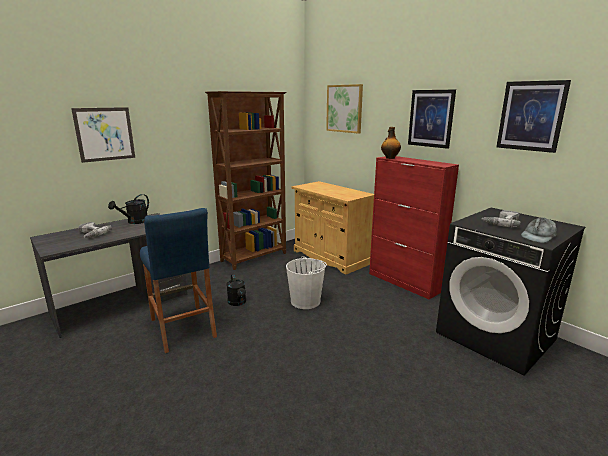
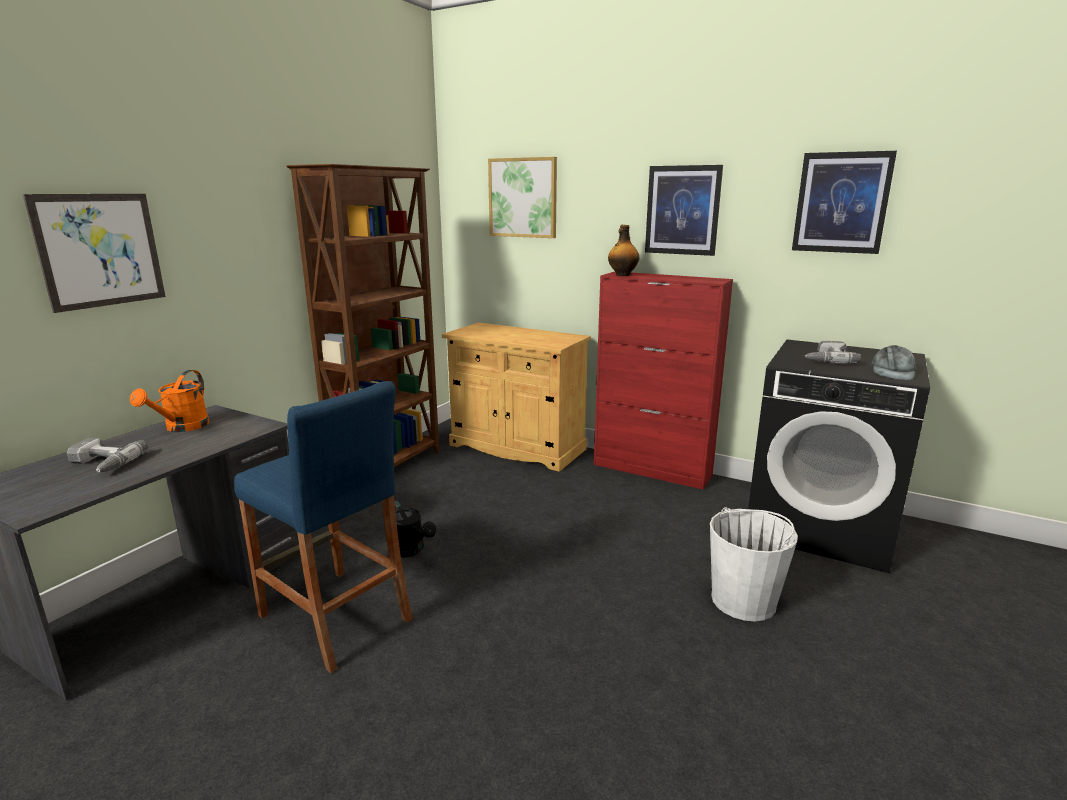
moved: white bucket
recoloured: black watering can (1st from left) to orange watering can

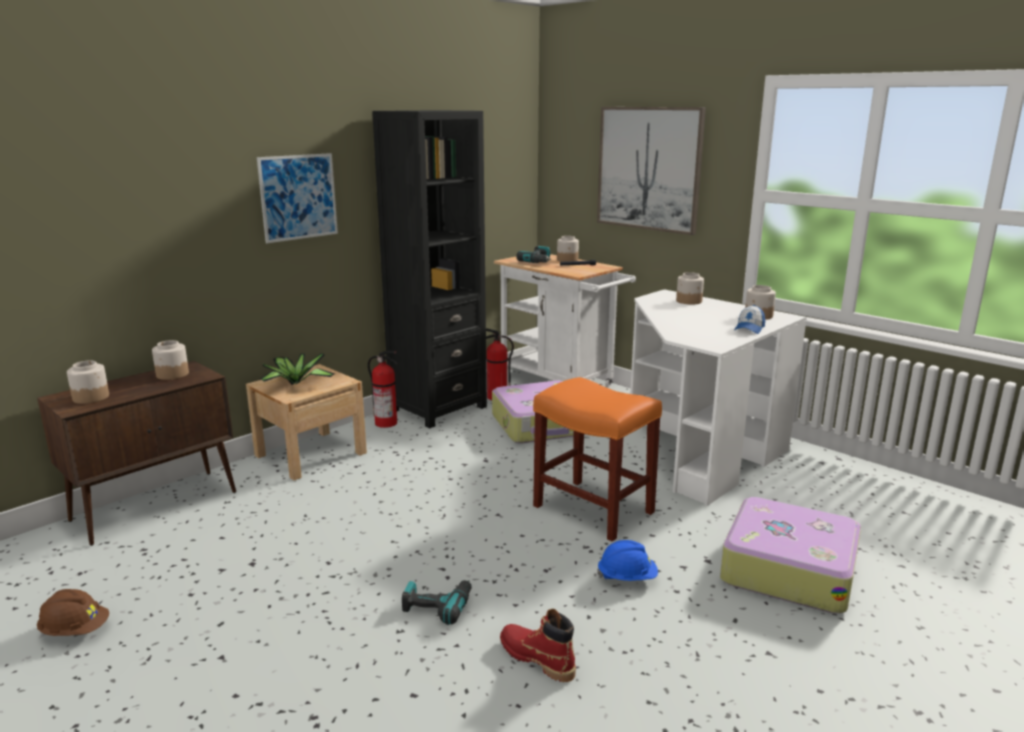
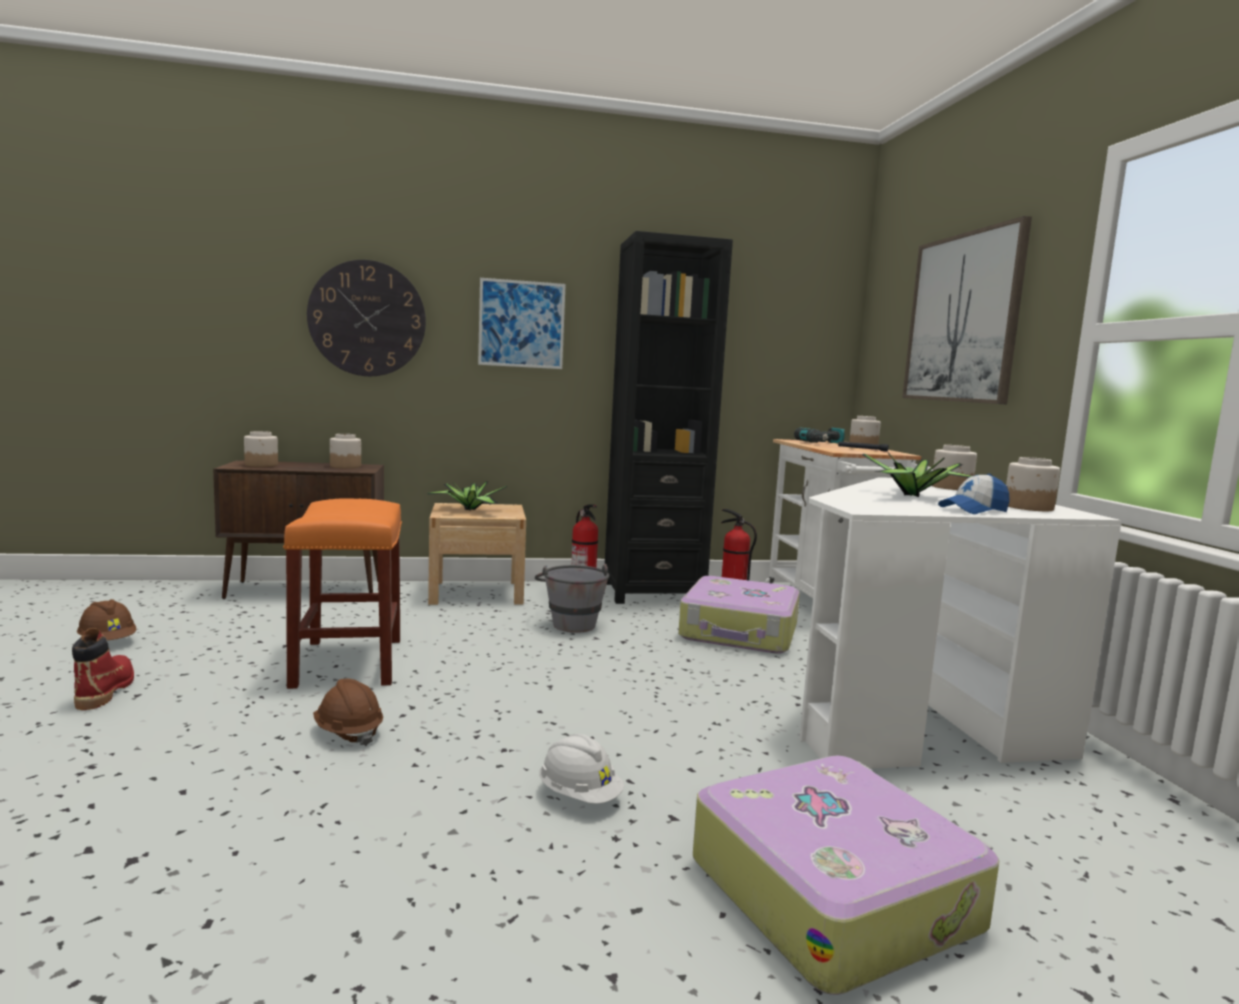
added: wall clock; grey bucket; potted plant (2nd from left)
moved: red boot; orange stool
replaced: power drill (1st from left) to brown hard hat (2nd from left)
recoloured: blue hard hat to white hard hat

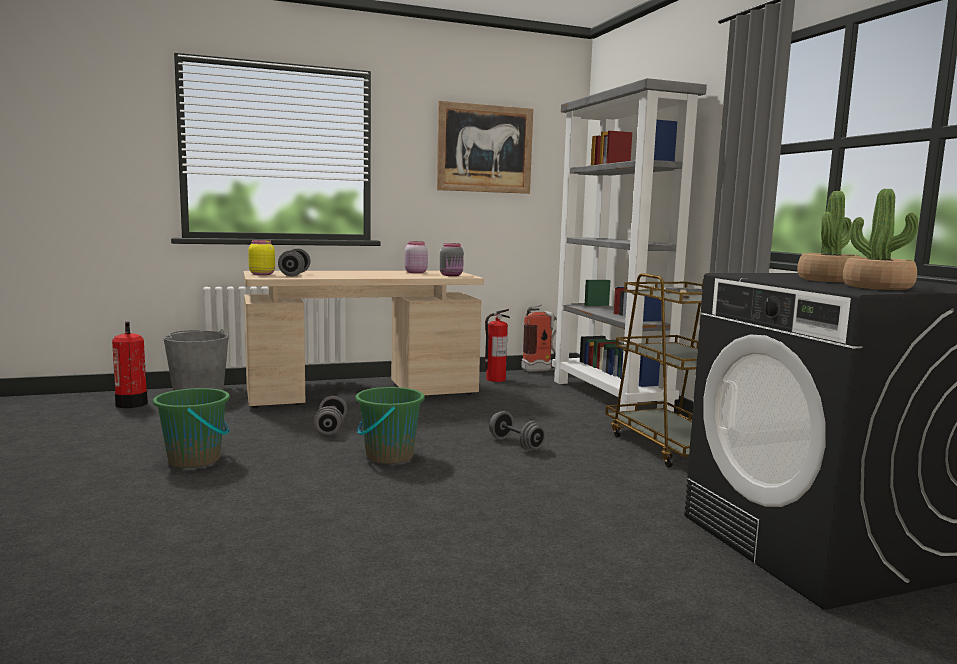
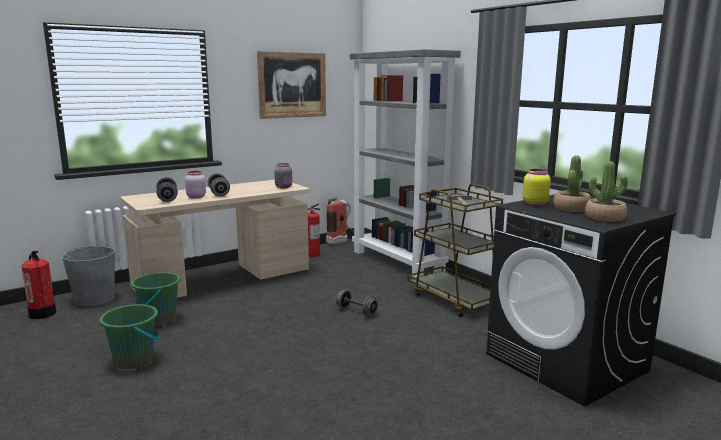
moved: yellow jar; grey dumbbell (2nd from left); green bucket (2nd from left); pink jar

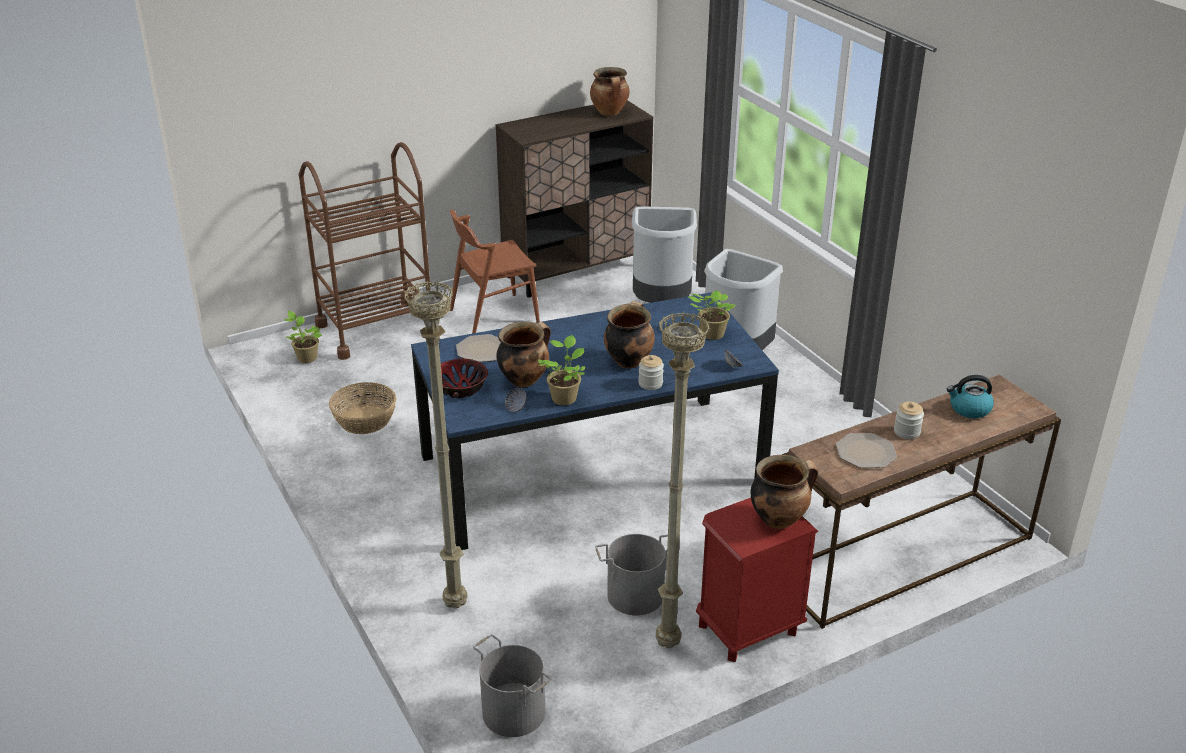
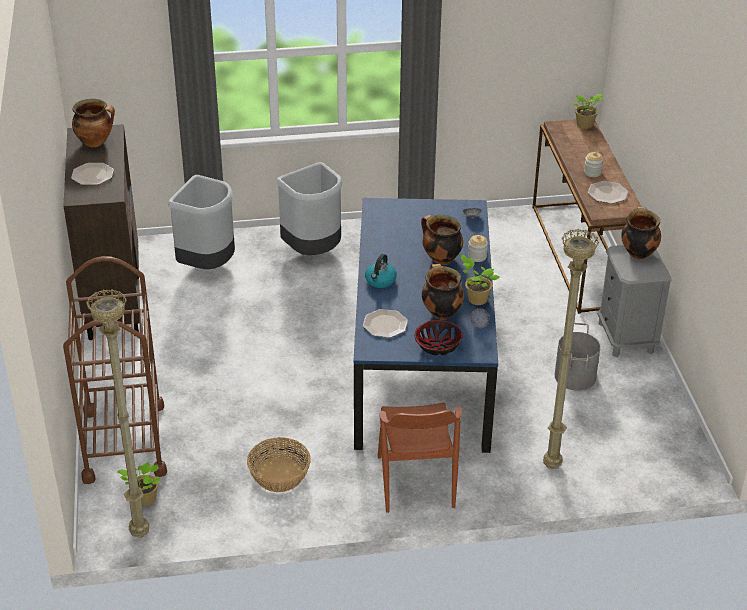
removed: grey bucket (1st from left)
added: plate (1st from left)
moved: brown chair; beige floor lamp (2nd from left in the first image) to beige floor lamp (1st from left); potted plant (3rd from left); kettle
recoloured: red nightstand to grey nightstand

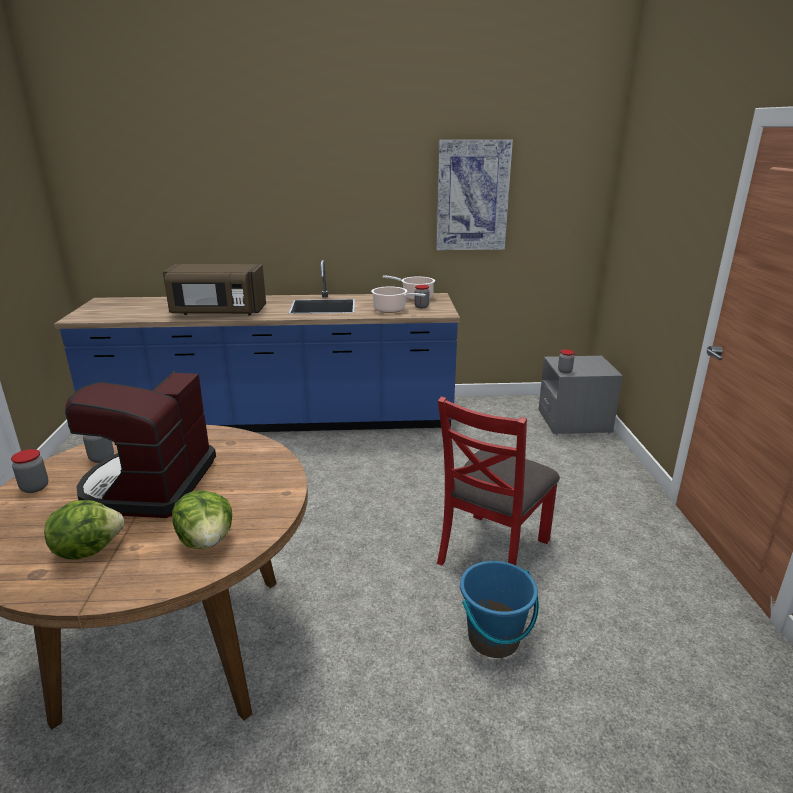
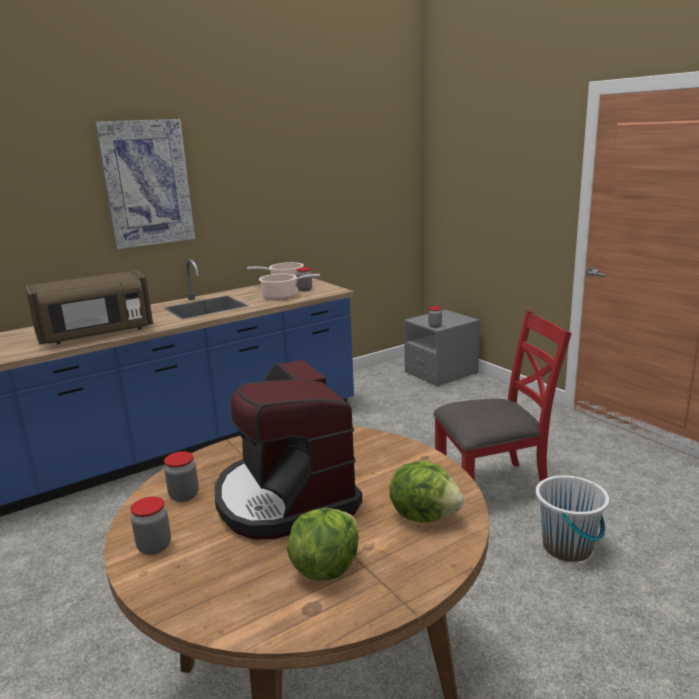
moved: picture
recoloured: blue bucket to white bucket
turned: red chair 105 degrees counterclockwise

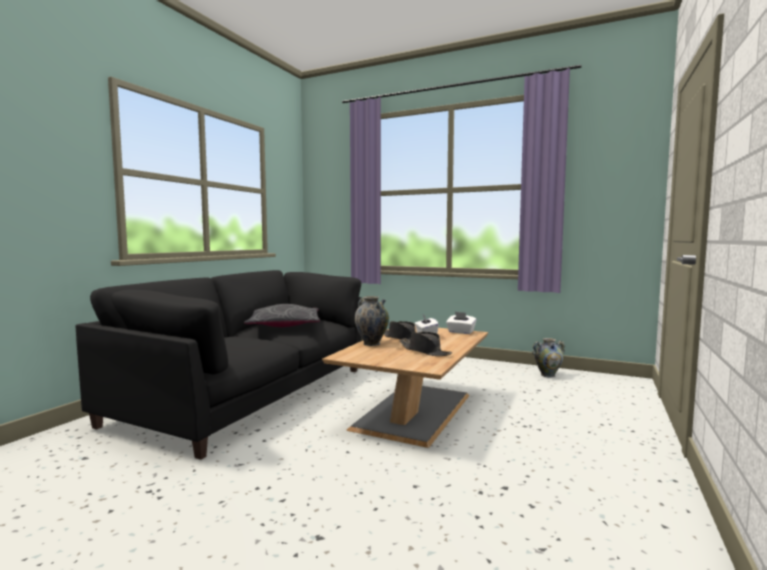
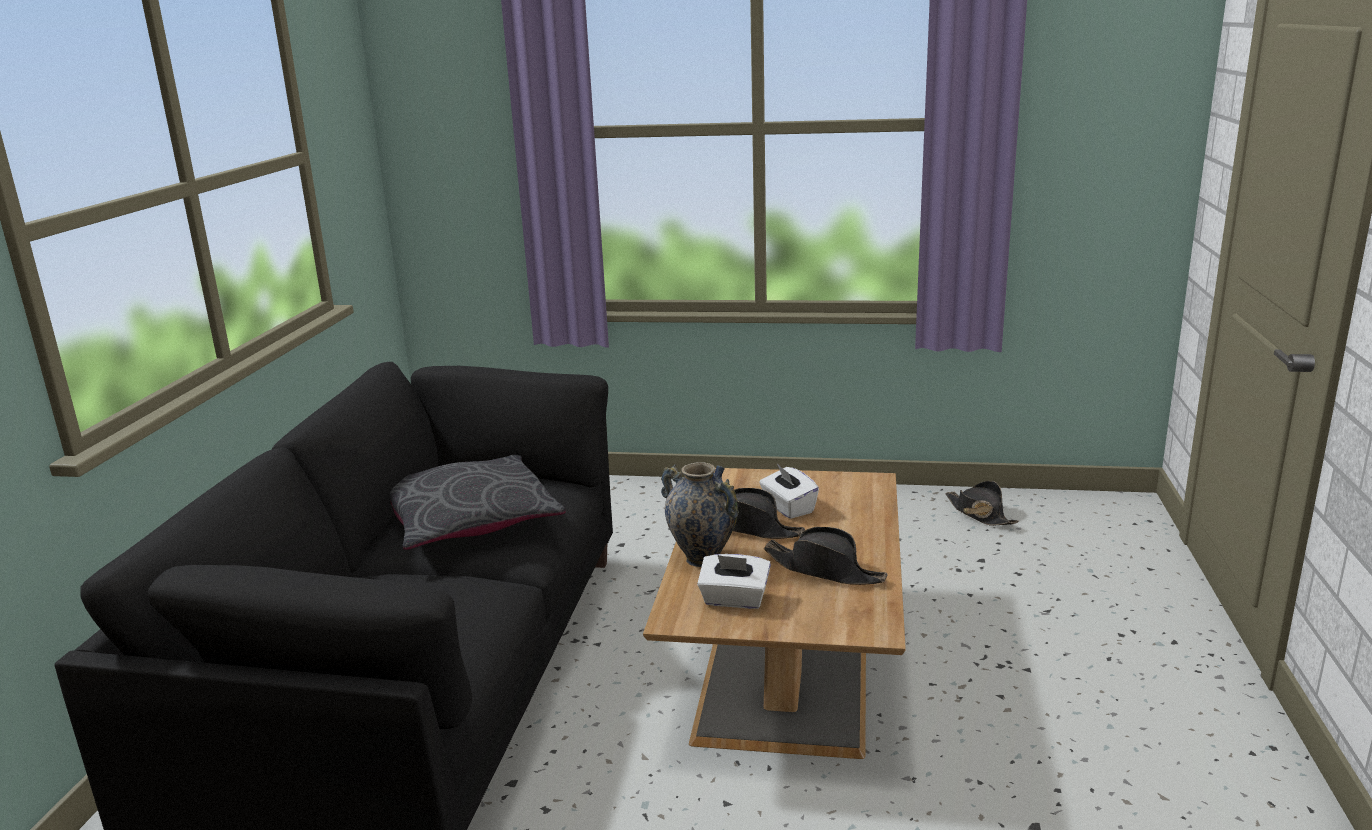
moved: white tissue box (2nd from left in the first image) to white tissue box (1st from left)
replaced: vase (2nd from left) to black hat (3rd from left)

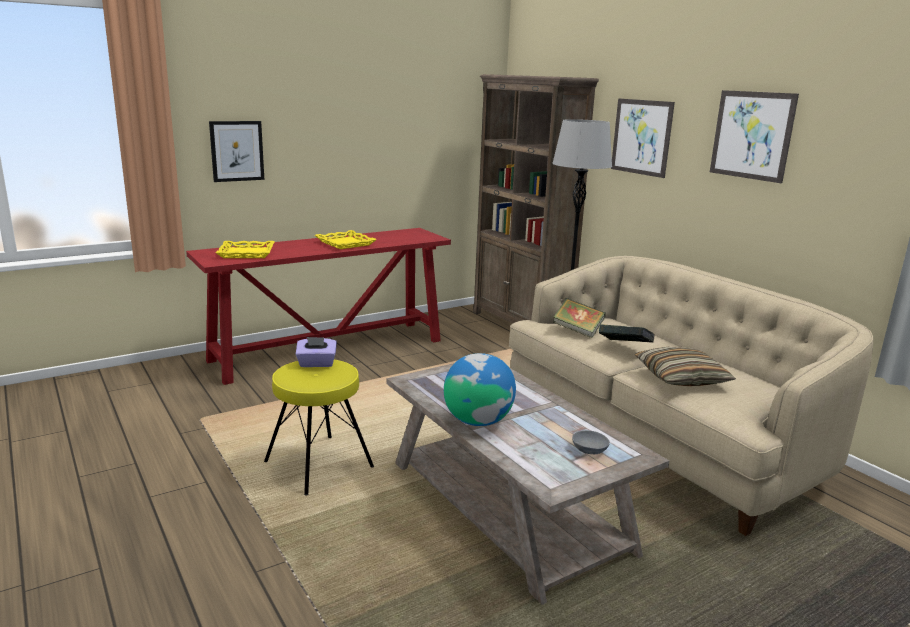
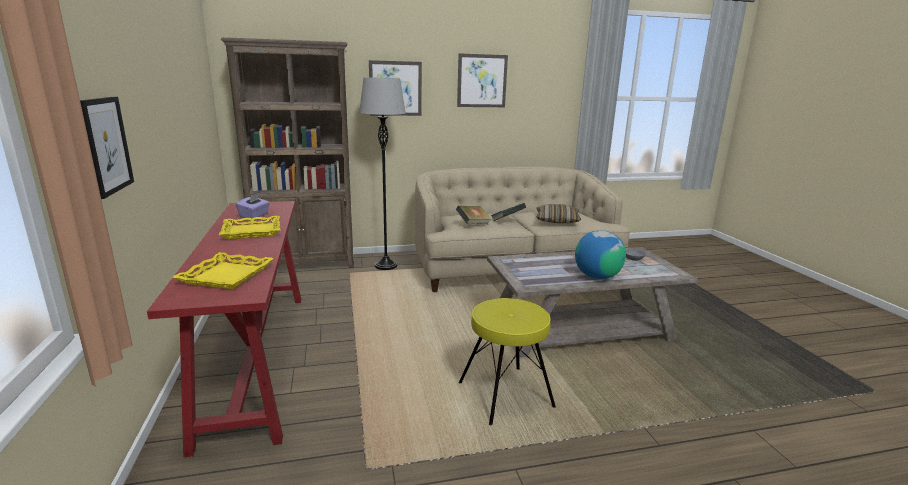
moved: purple tissue box

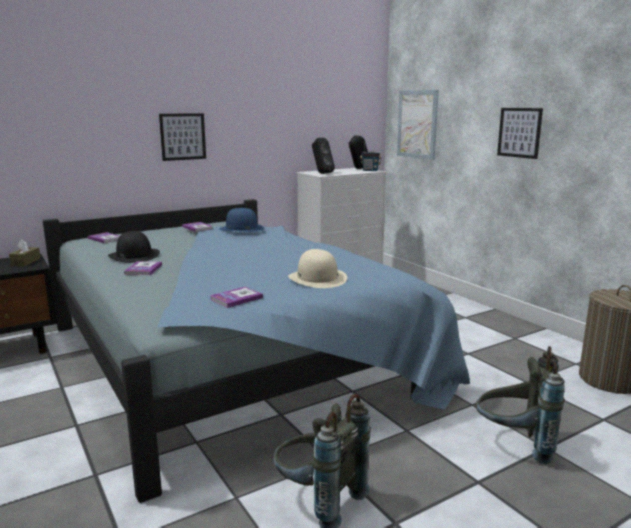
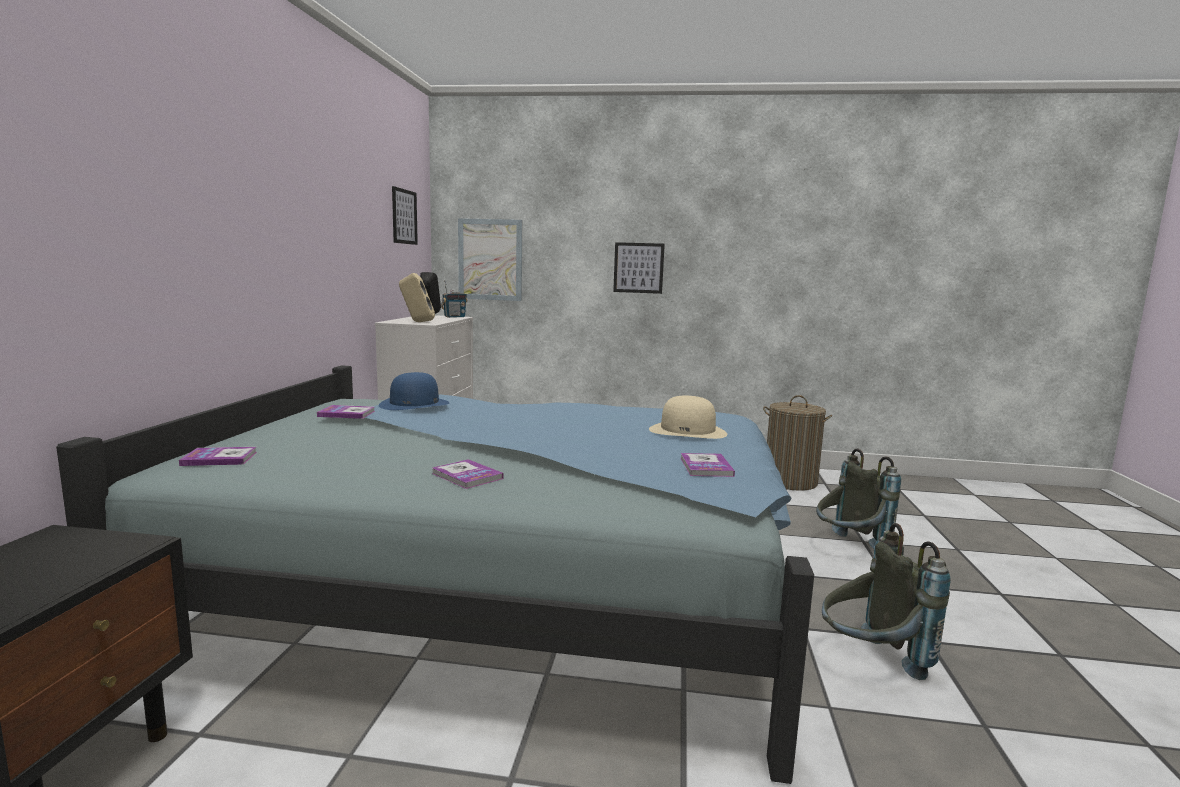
removed: brown tissue box; black hat
moved: picture (1st from left)
recoloured: black speaker (1st from left) to beige speaker

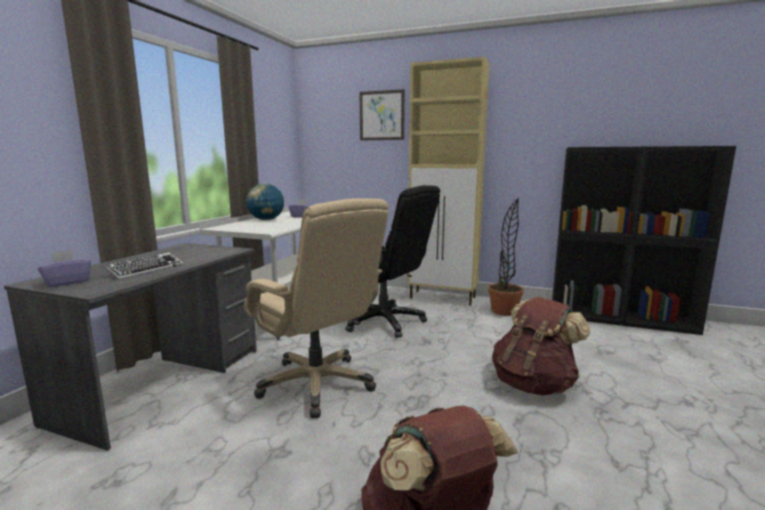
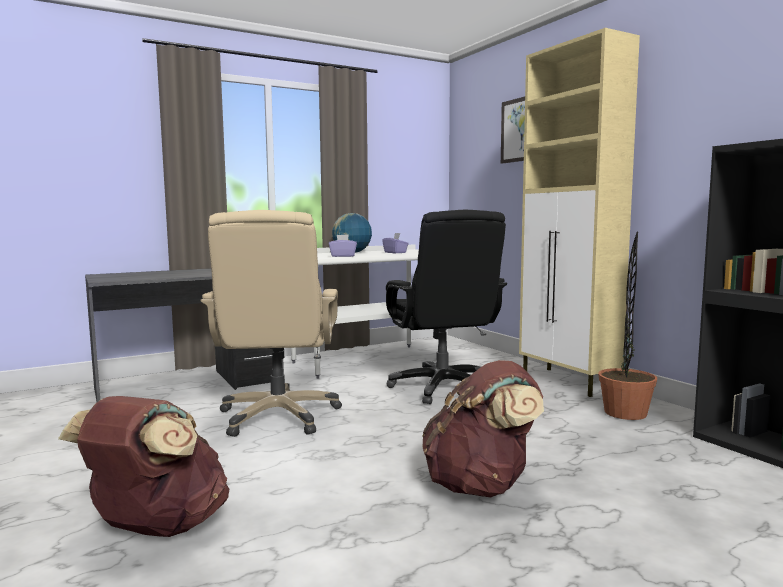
removed: keyboard
moved: purple tissue box (1st from left)

